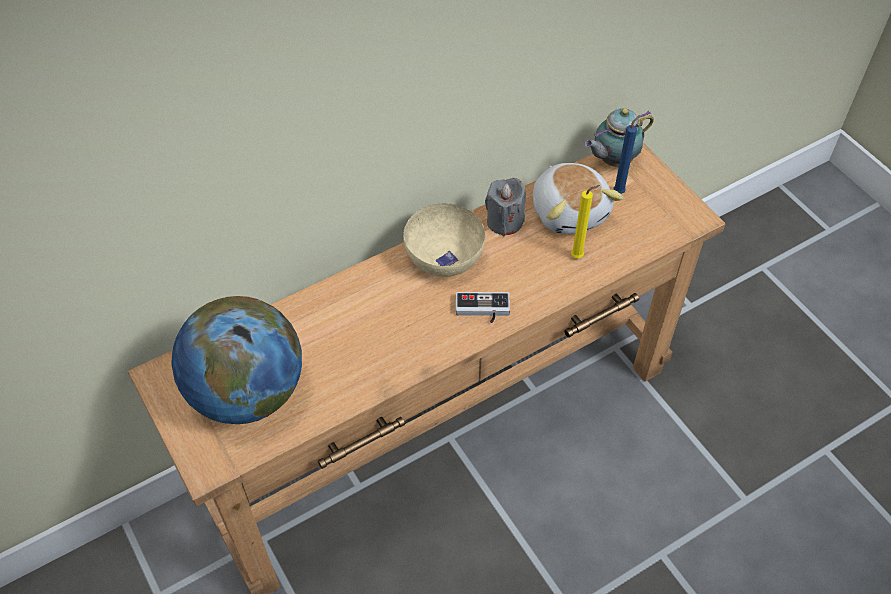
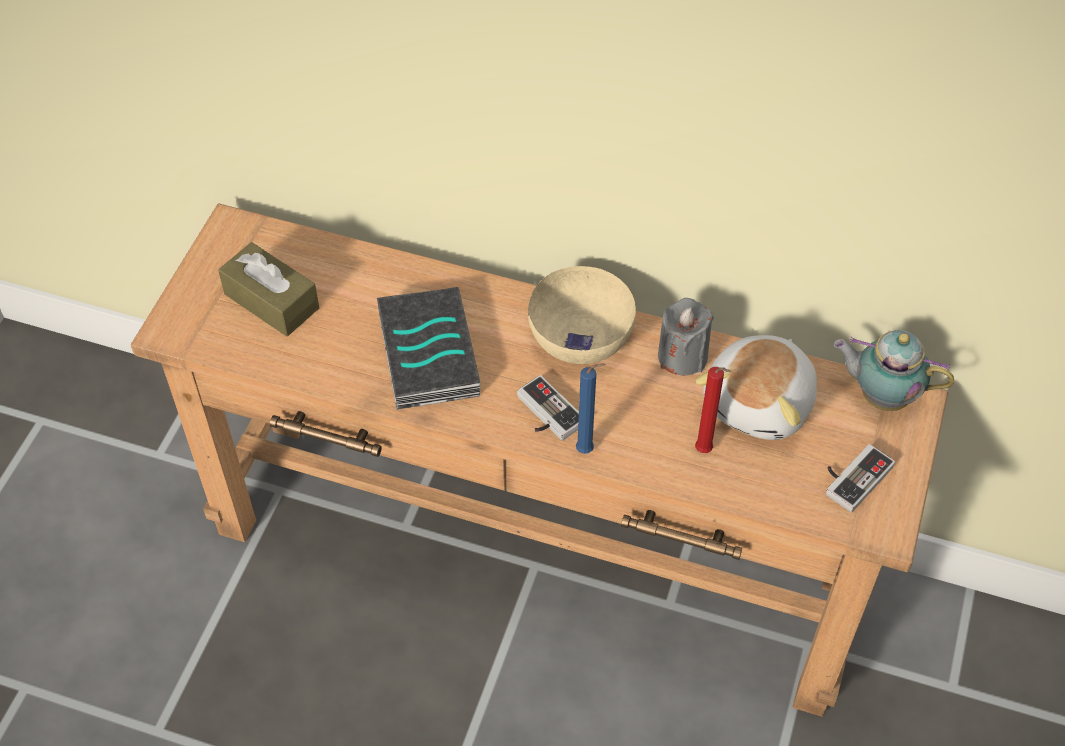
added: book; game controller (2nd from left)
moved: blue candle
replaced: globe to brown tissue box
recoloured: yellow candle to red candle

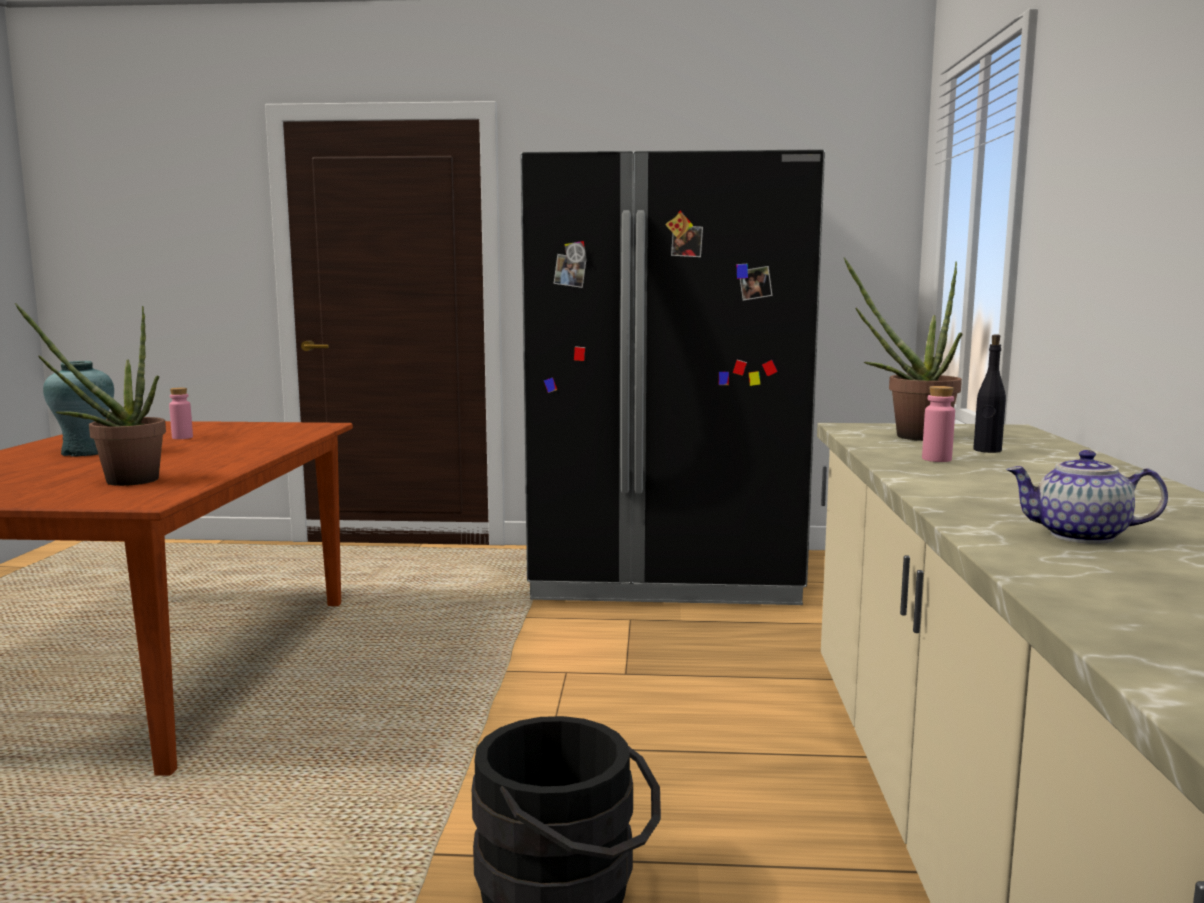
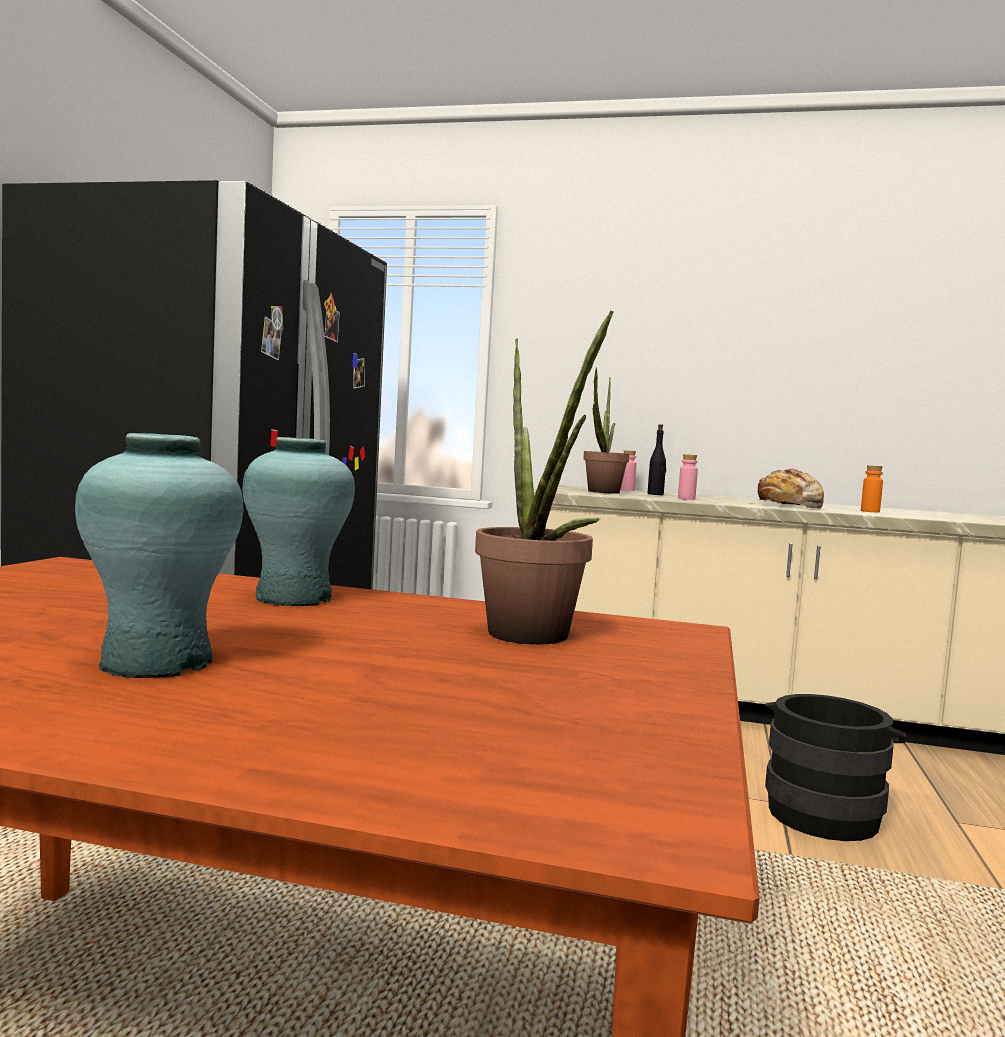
added: turquoise vase (2nd from left); bread
moved: pink bottle (1st from left)
replaced: teapot to orange bottle

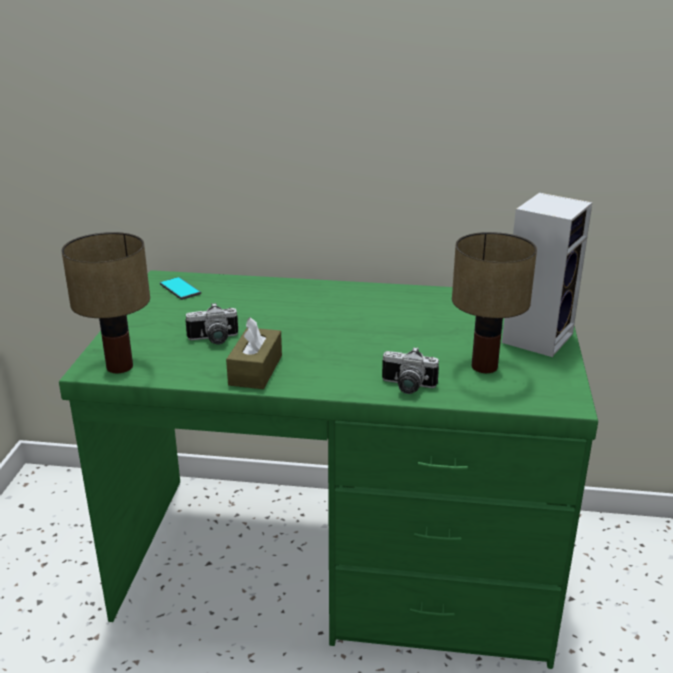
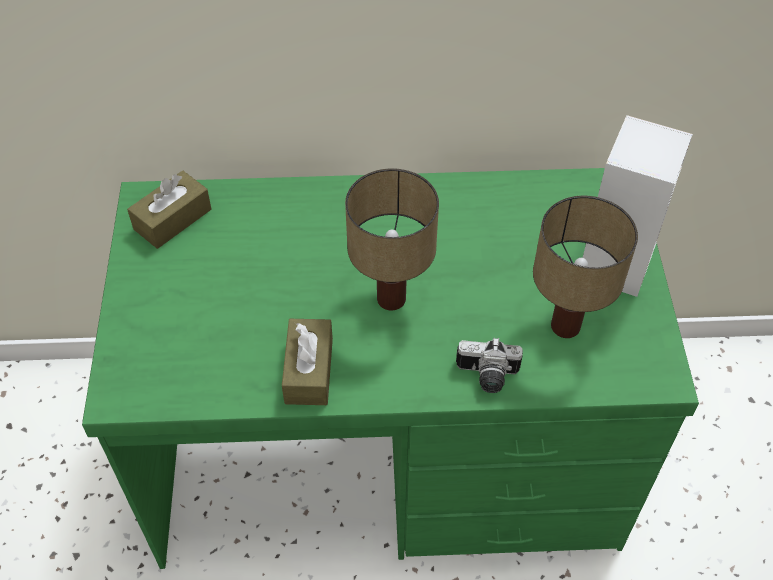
removed: photo camera (1st from left)
moved: table lamp (1st from left)
replaced: phone to brown tissue box (1st from left)

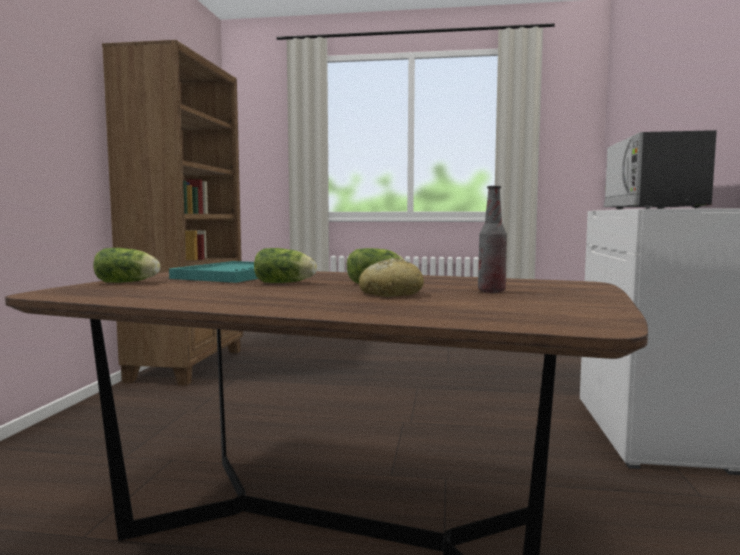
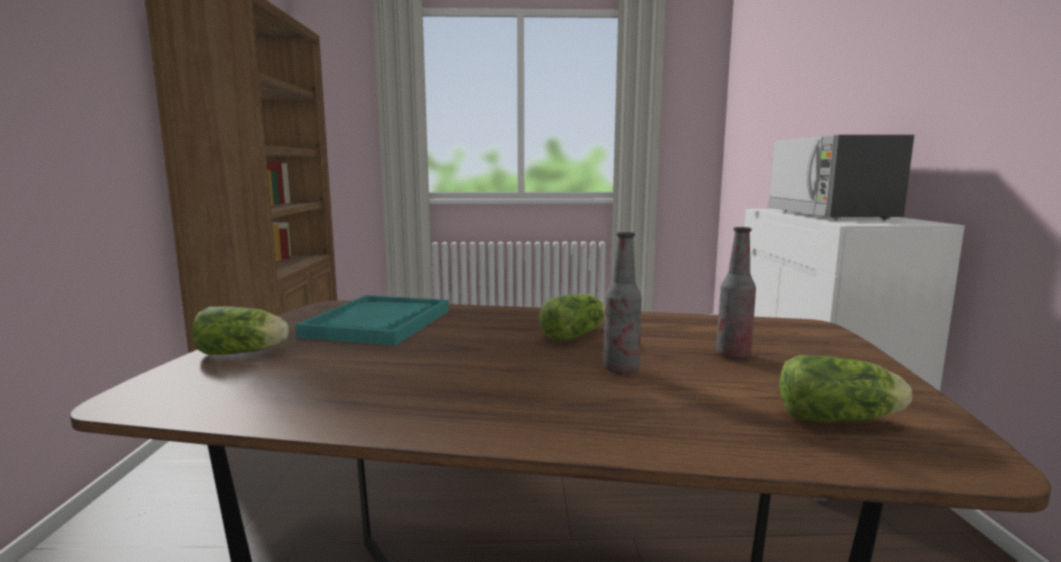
moved: lettuce (2nd from left in the first image) to lettuce (3rd from left)
replaced: bread to bottle (1st from left)

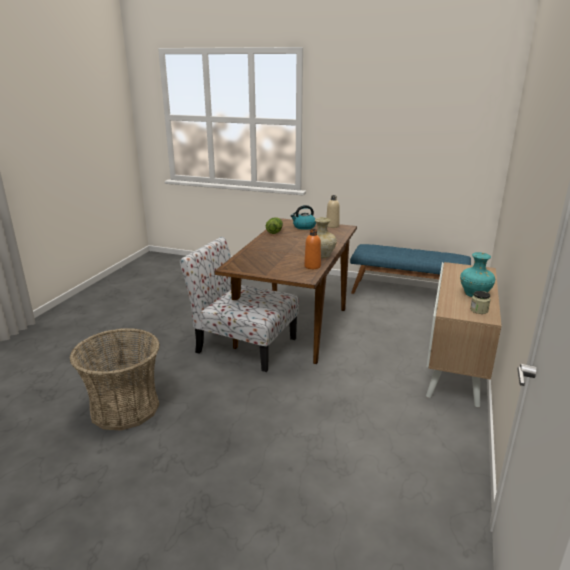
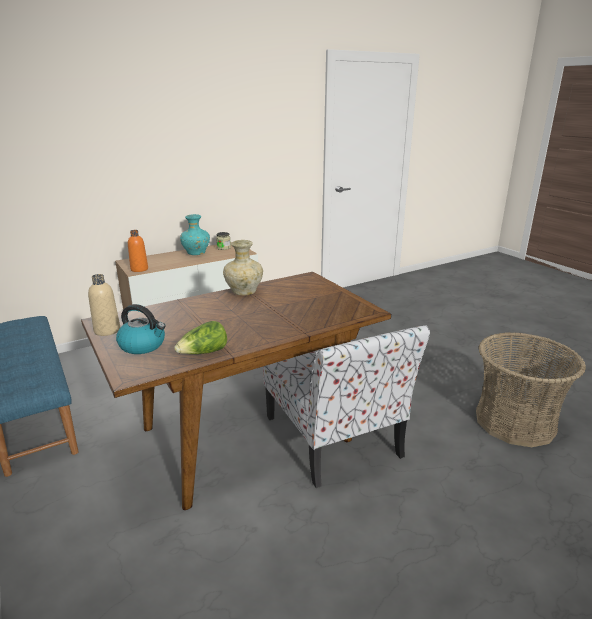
moved: orange bottle

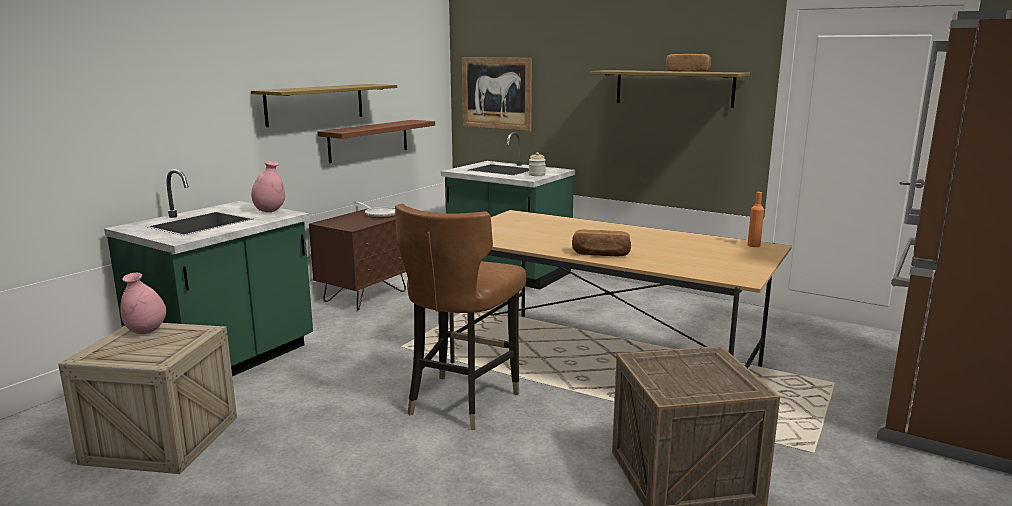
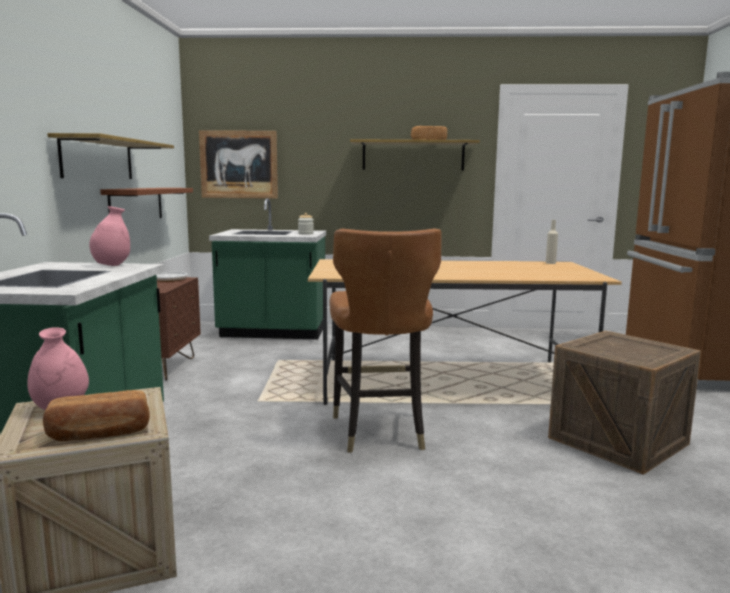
moved: bread (1st from left)
recoloured: orange bottle to beige bottle

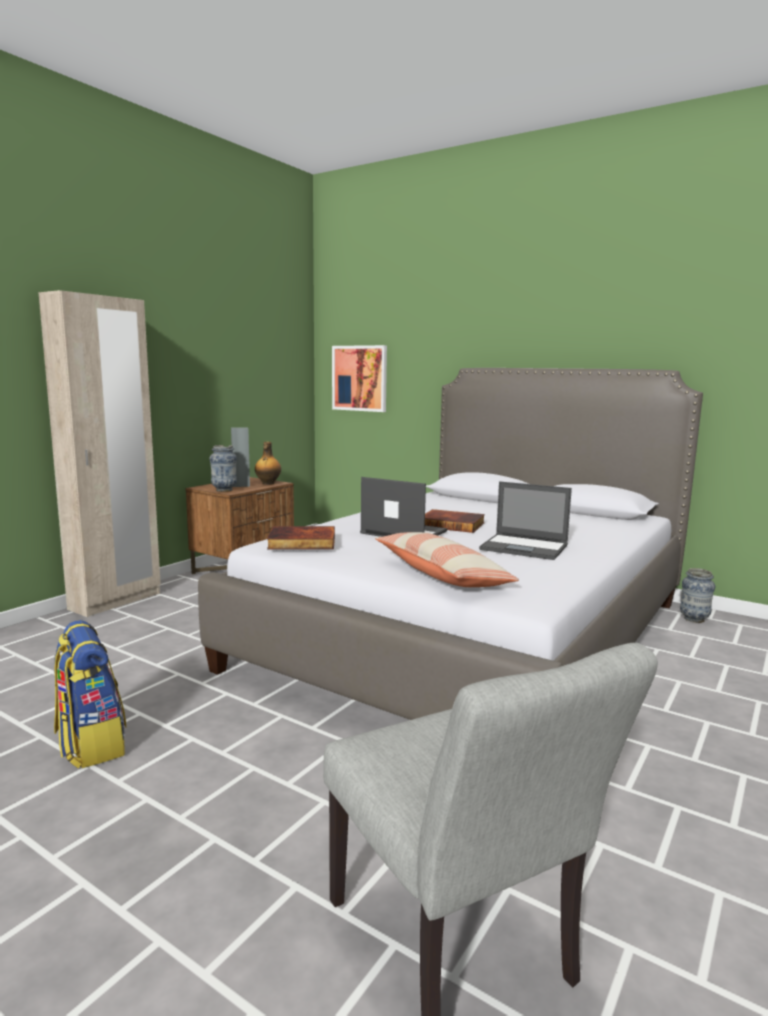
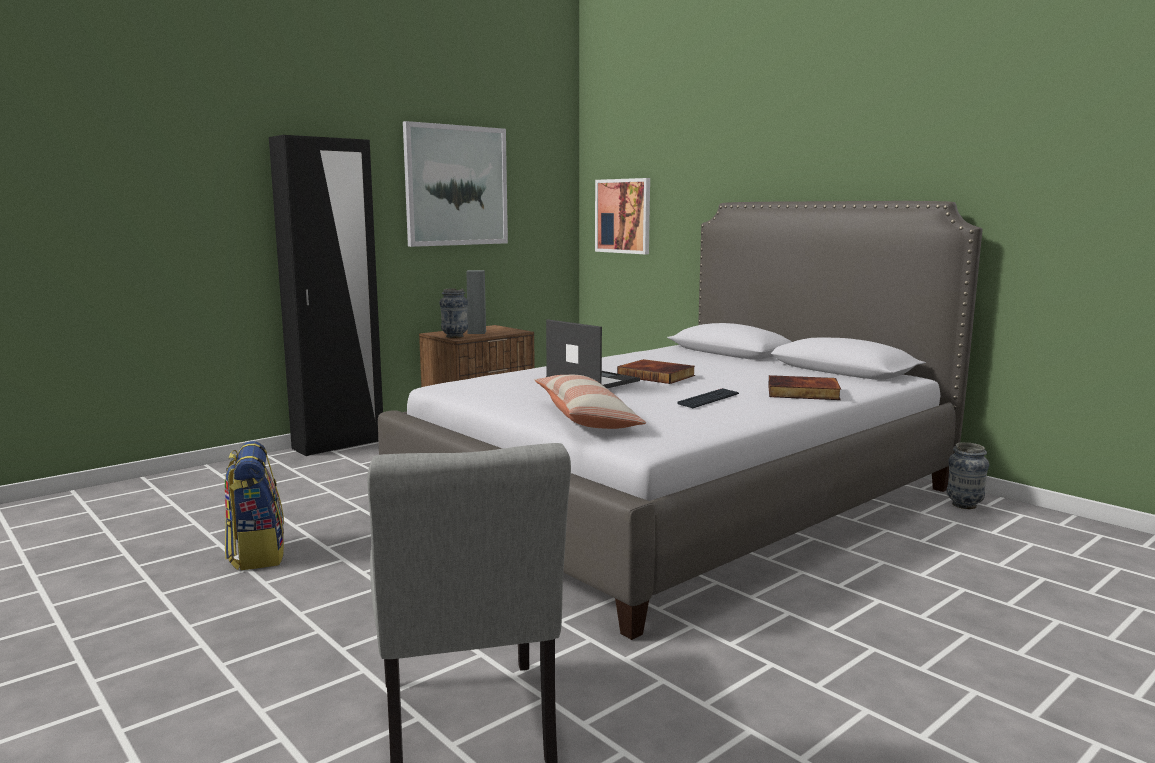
removed: bottle
added: picture (1st from left)
moved: book (1st from left in the first image) to book (2nd from left)
replaced: laptop (2nd from left) to keyboard
recoloured: beige wardrobe to black wardrobe

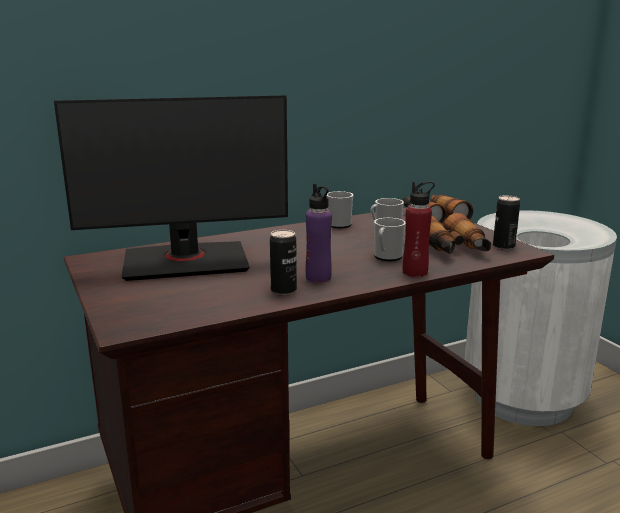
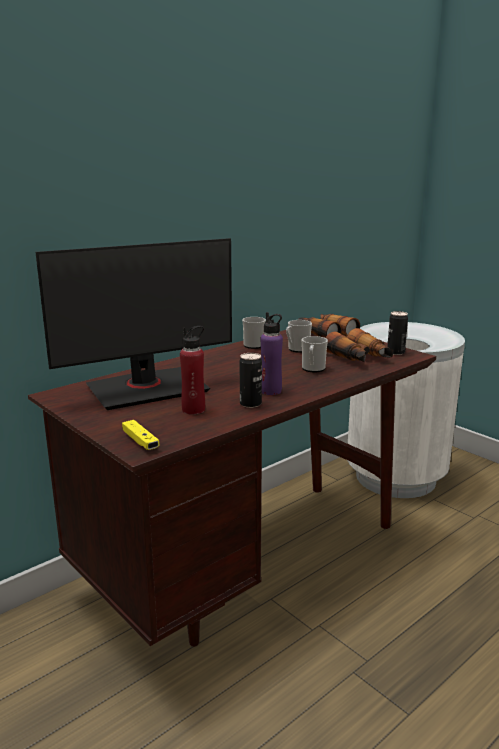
added: yellow game controller
moved: red bottle

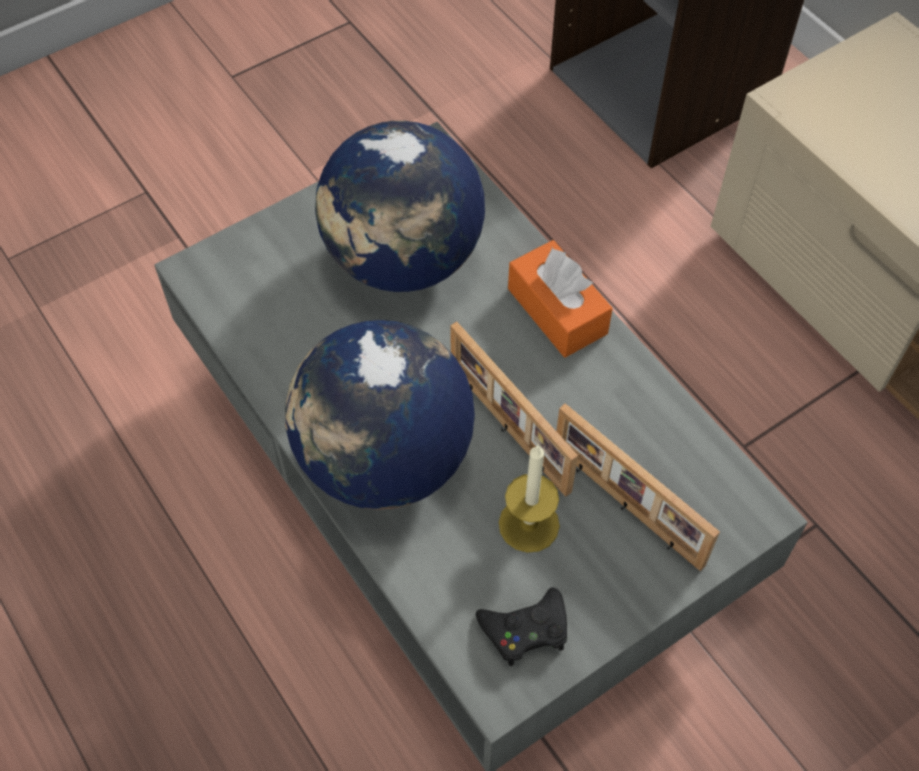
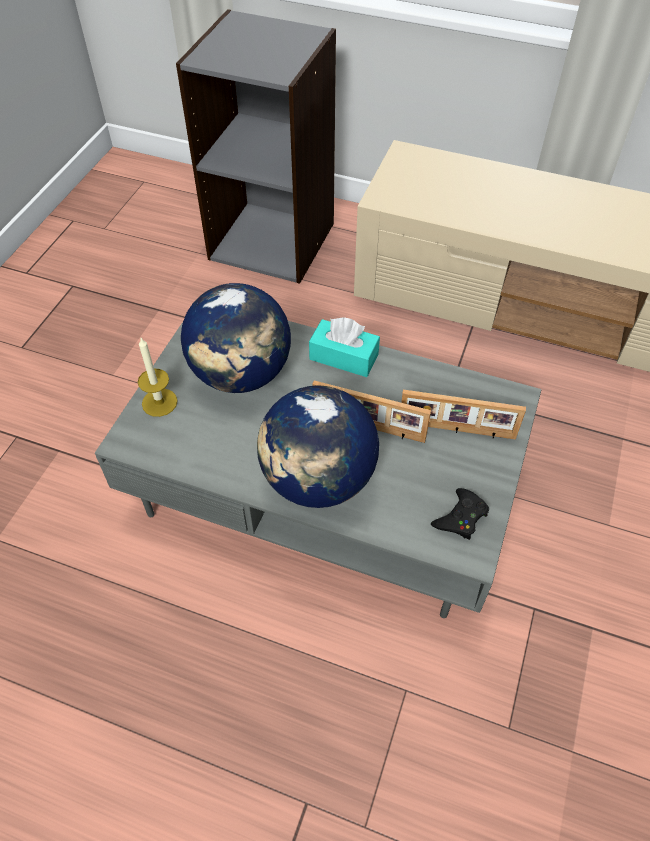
moved: candle
recoloured: orange tissue box to turquoise tissue box

